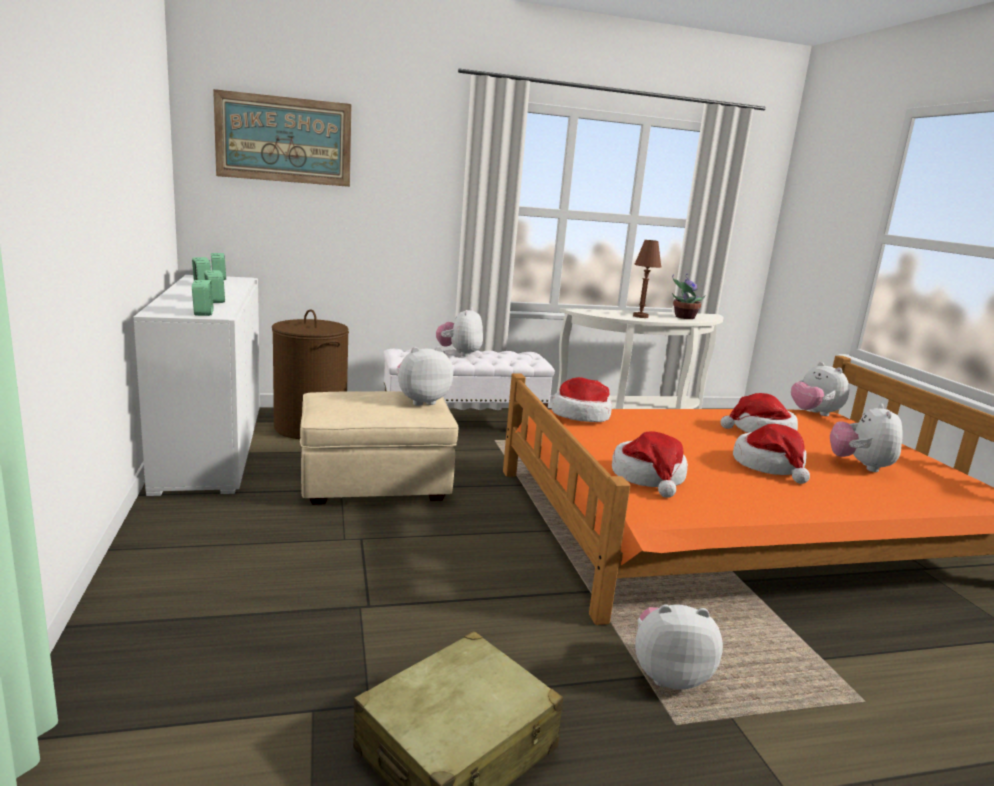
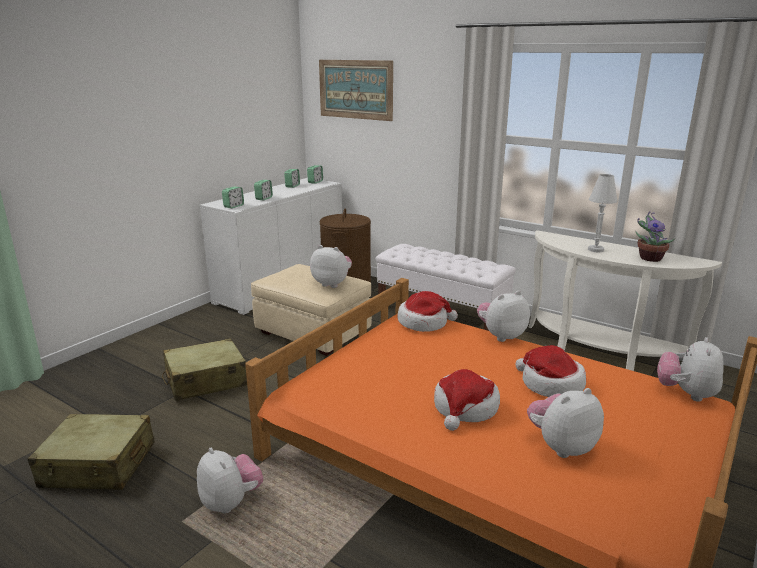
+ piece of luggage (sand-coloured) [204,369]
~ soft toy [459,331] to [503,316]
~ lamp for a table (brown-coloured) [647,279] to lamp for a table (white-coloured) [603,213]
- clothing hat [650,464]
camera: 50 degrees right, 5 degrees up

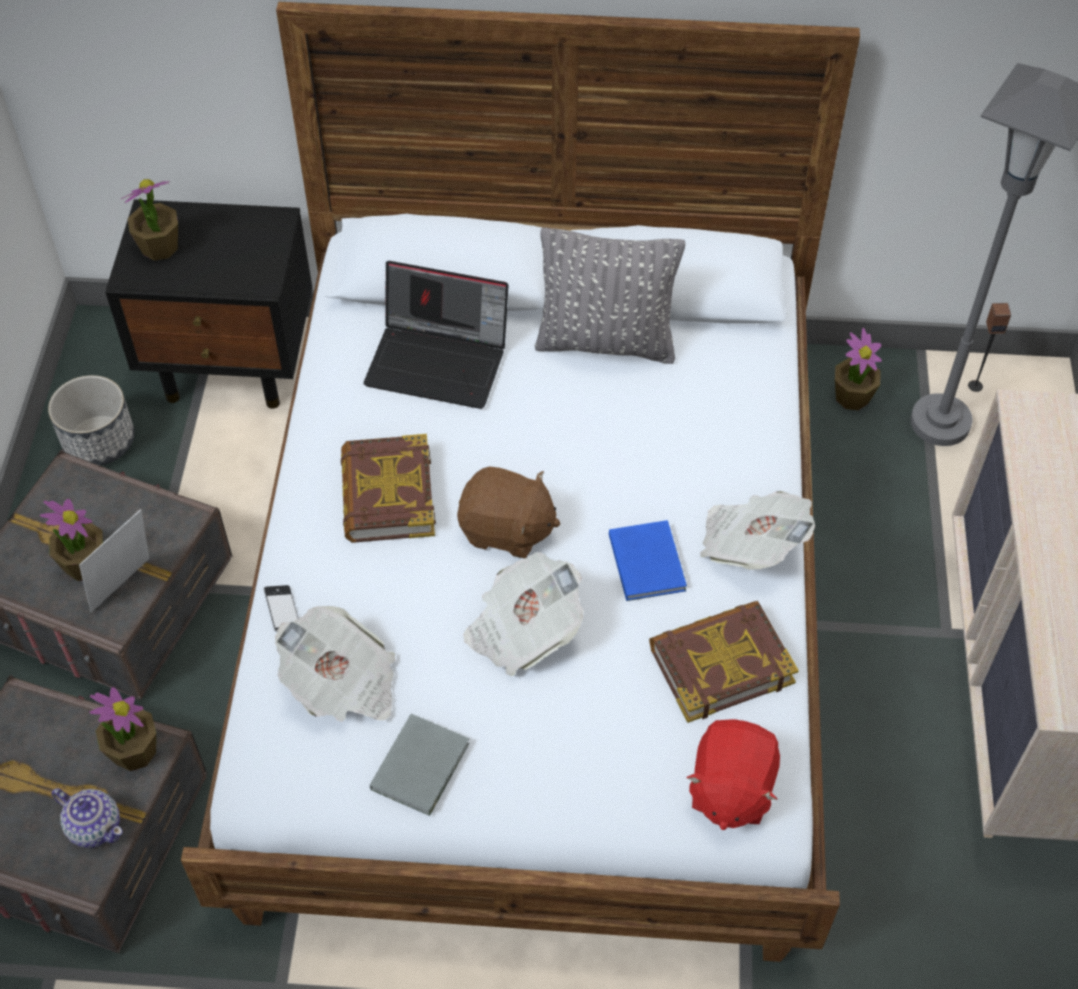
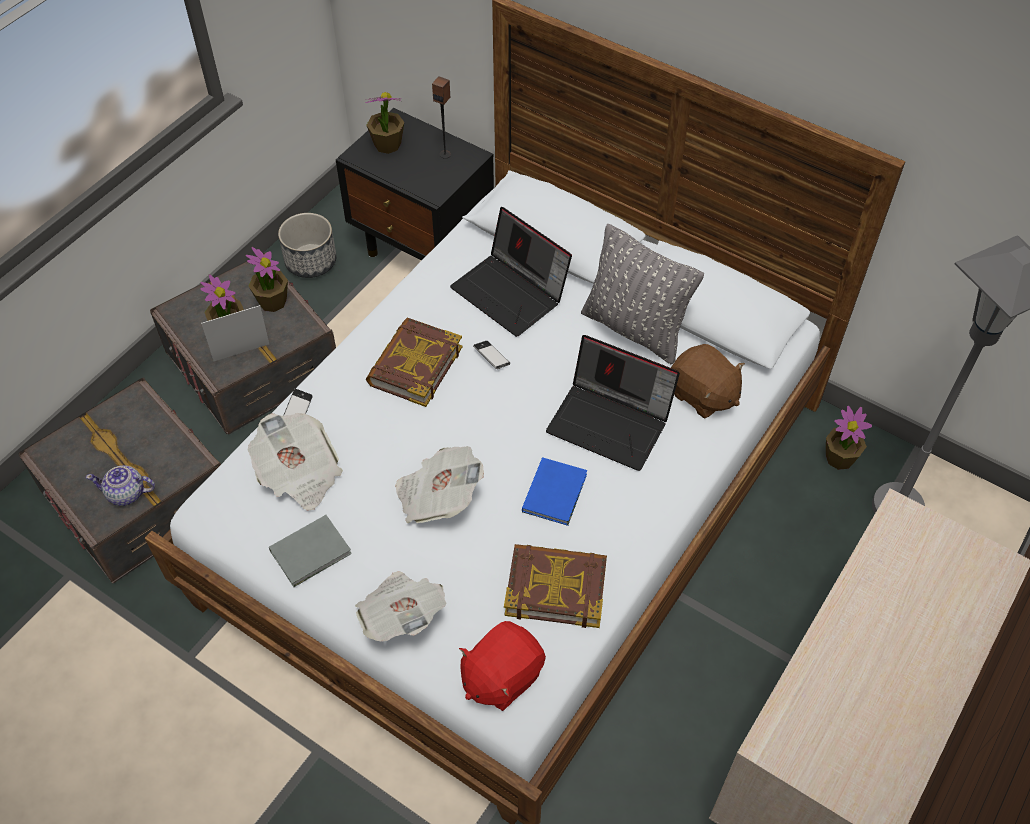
~ teapot [87,818] = [120,485] 120 degrees clockwise
~ plant in a pot [122,729] to [267,279]
~ daily paper [757,530] to [401,606]
~ audio speaker [989,347] to [441,117]
+ phone [491,355]
+ notebook computer [613,403]
~ soft toy (brown-coloured) [508,512] to [708,381]
camera: 30 degrees right, 0 degrees up

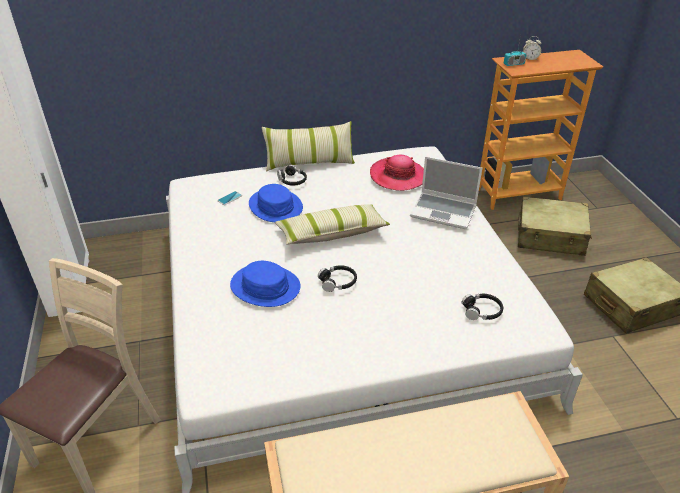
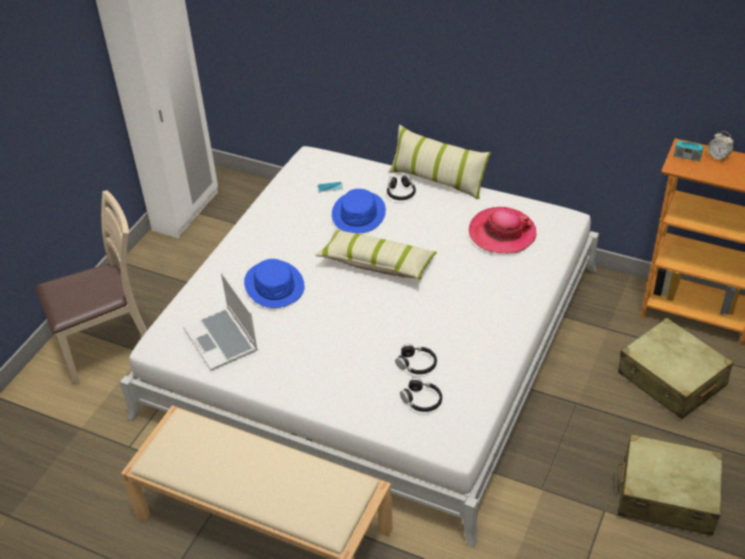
~ notebook computer [446,193] to [220,321]
~ pair of headphones (black-coloured) [337,278] to [416,359]
camera: 40 degrees right, 5 degrees up

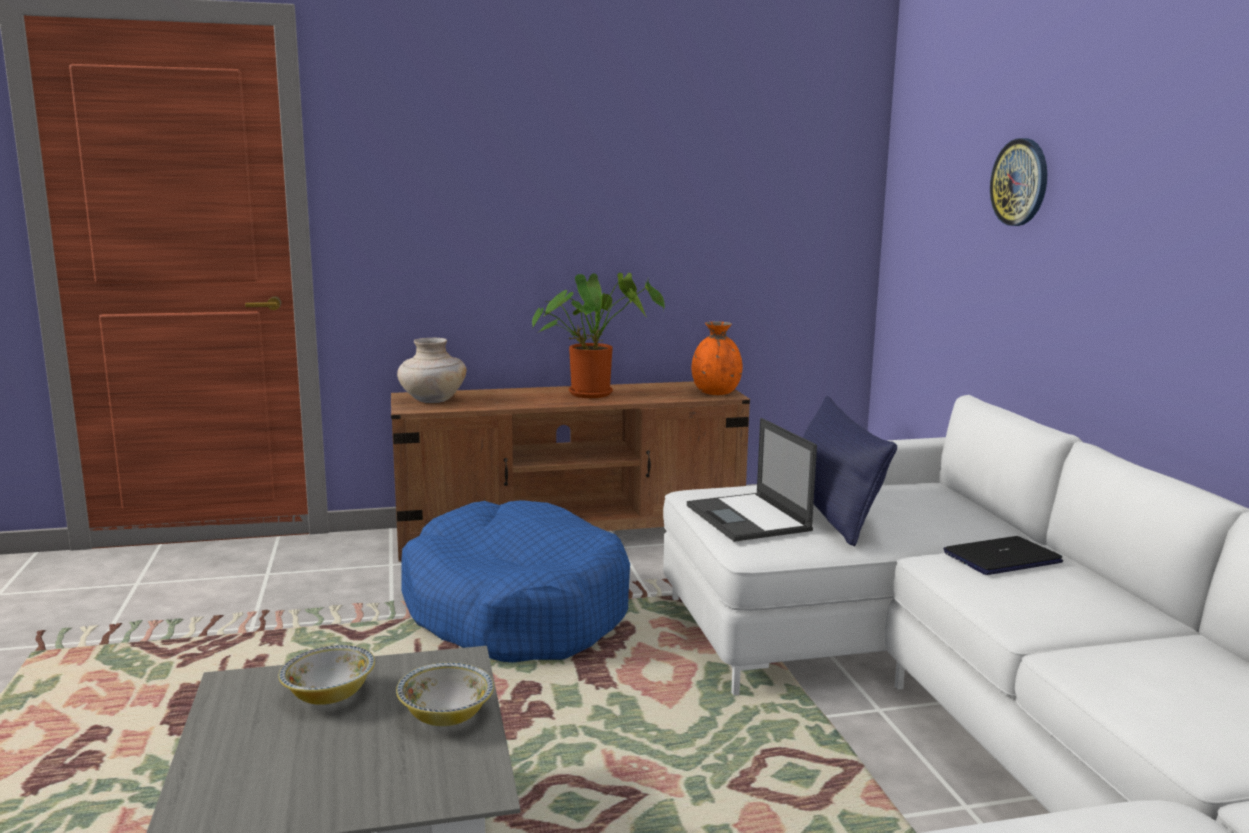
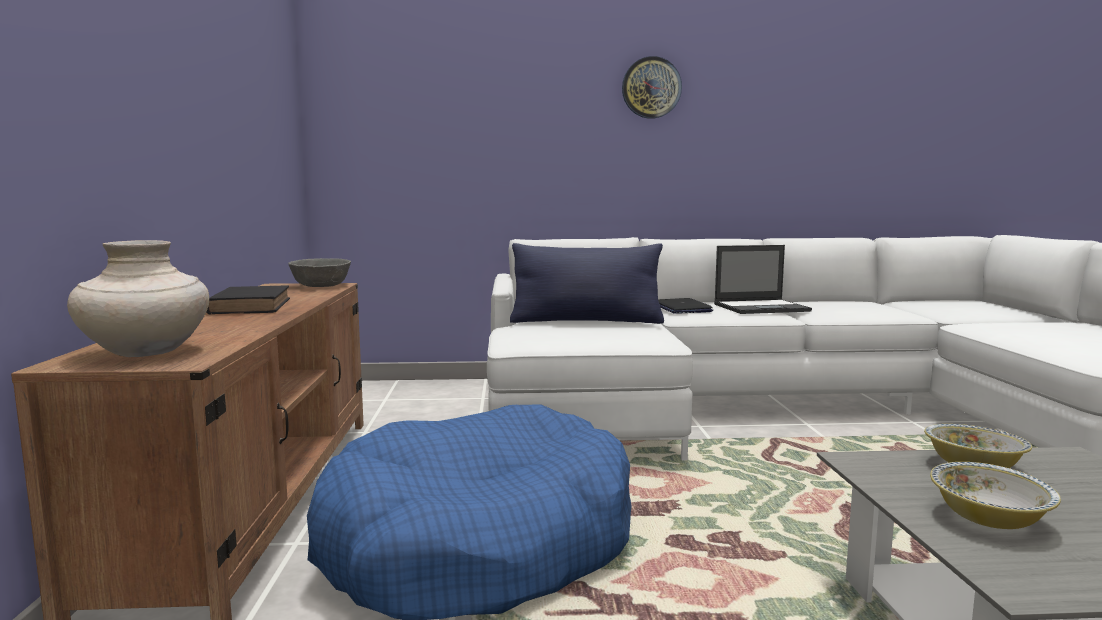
~ plant in a pot [598,335] to bound book (black-coloured) [248,300]
~ vase (orangey) [717,358] to deep dish (greyish) [319,272]
~ hanging clock [1018,182] to [652,87]
~ notebook computer [752,480] to [763,279]
camera: 80 degrees left, 5 degrees down

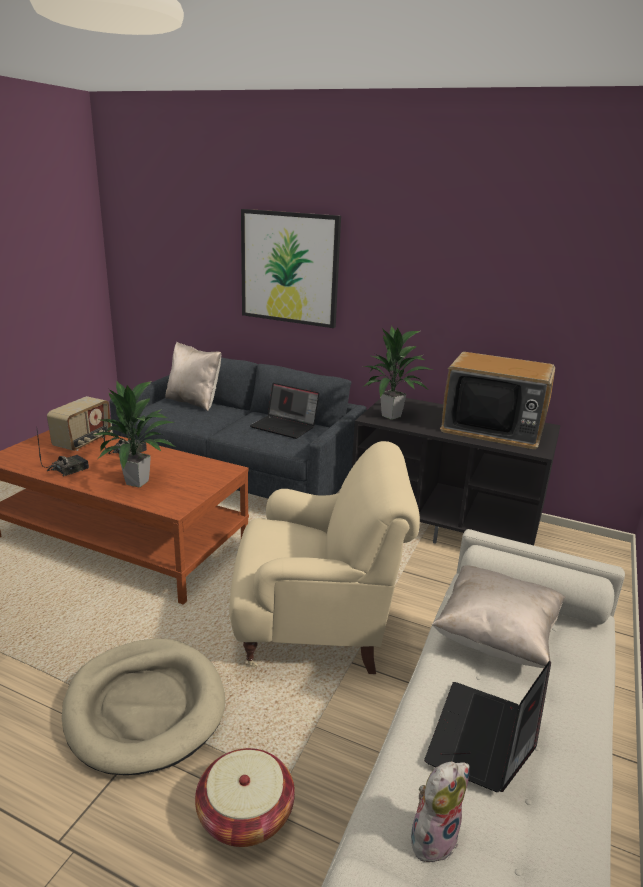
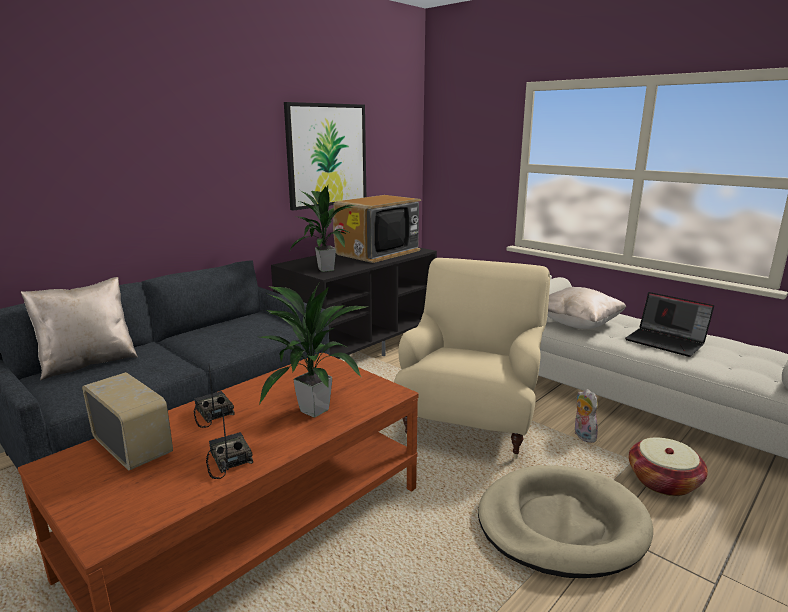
~ picture [291,268] to [325,156]
~ soft toy [440,811] to [586,416]
- notebook computer [284,411]
camera: 70 degrees left, 5 degrees down

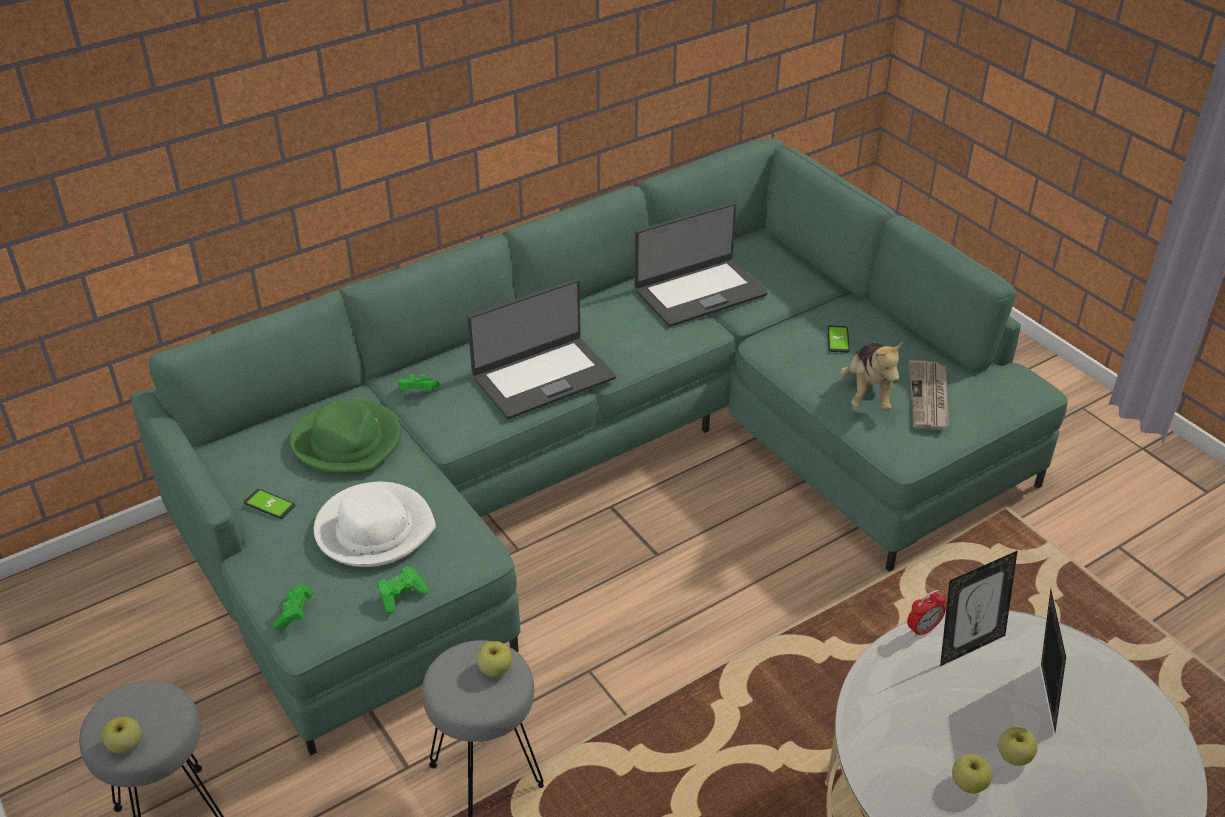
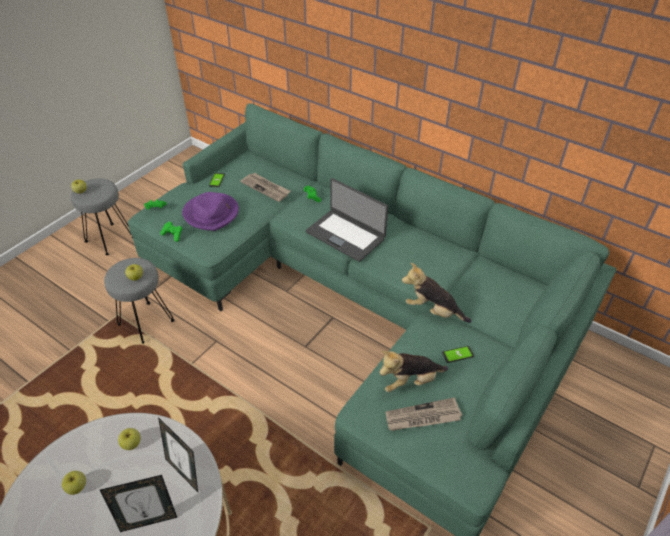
~ apple [1018,746] to [129,439]
~ clothing hat (white-coloured) [375,524] to clothing hat (purple-coloured) [210,211]
~ clothing hat (green-coloured) [345,436] to daily paper [265,187]
+ soft toy [436,293]
- notebook computer [700,264]
- alarm clock [926,614]
camera: 70 degrees right, 5 degrees up

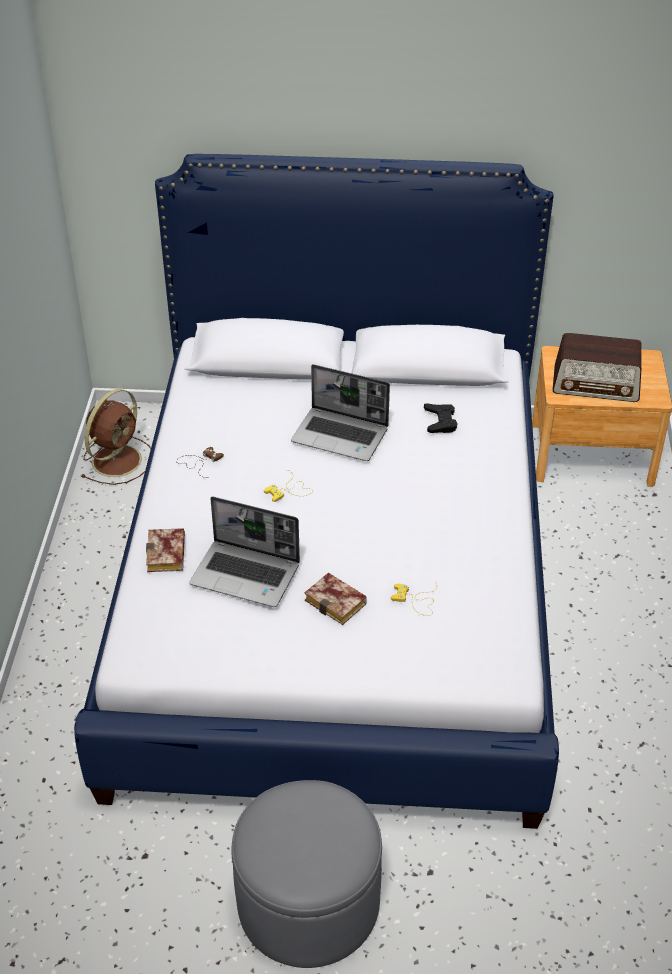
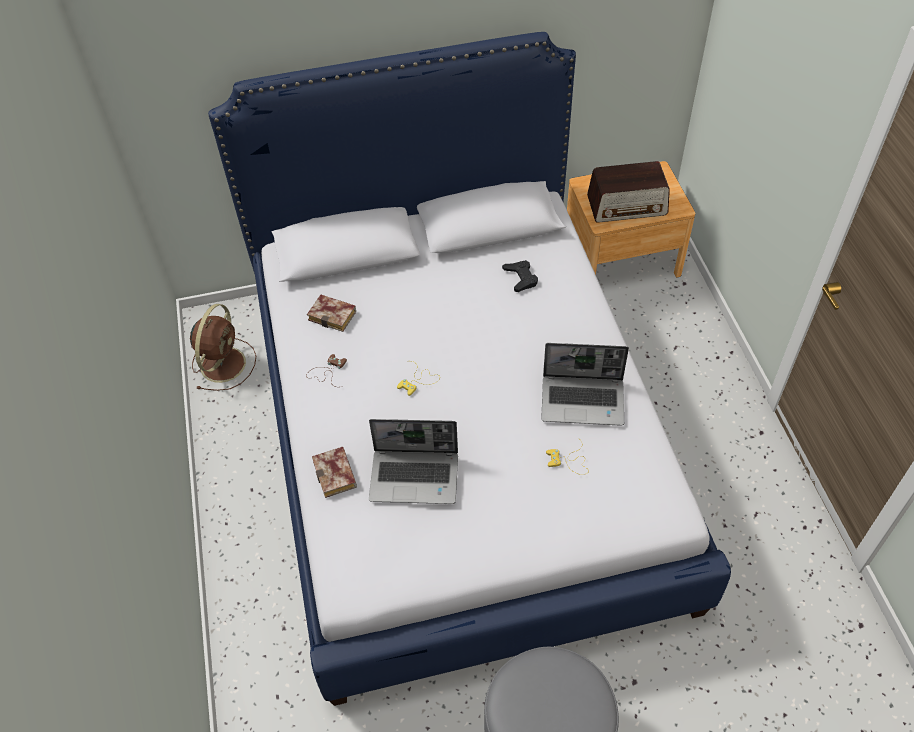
~ bound book [335,599] to [331,313]
~ notebook computer [340,412] to [585,384]
camera: 15 degrees left, 10 degrees up

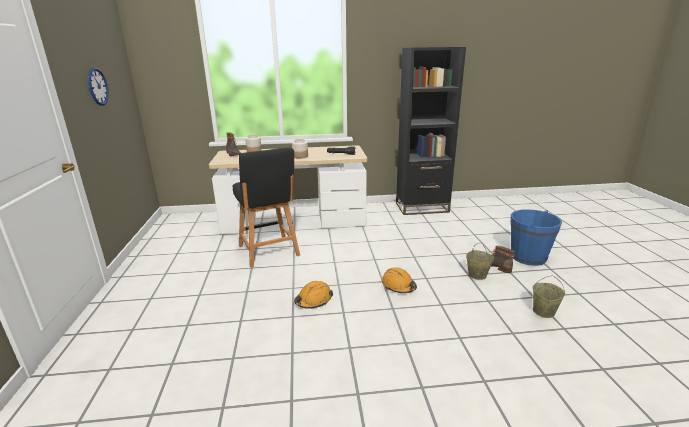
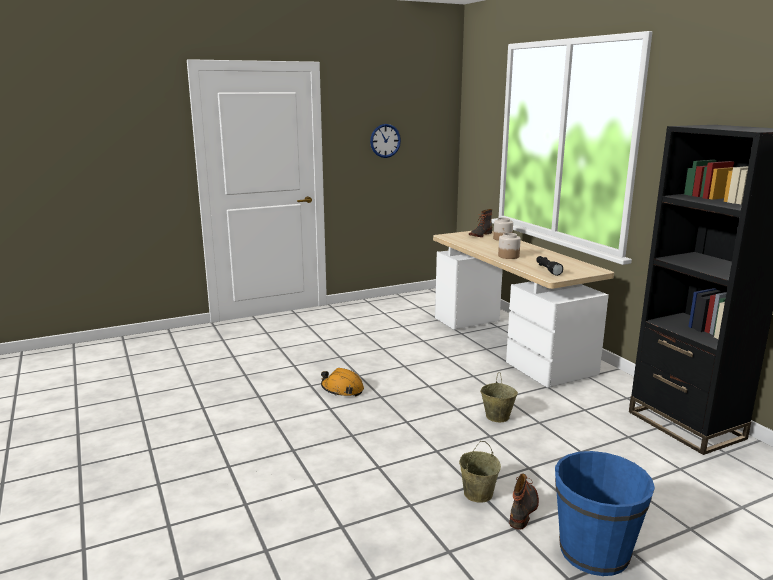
~ water bucket (sand-coloured) [549,296] to [499,397]
- stool seat (black-coloured) [266,207]
- hard hat (orangey) [399,280]
camera: 70 degrees right, 5 degrees down

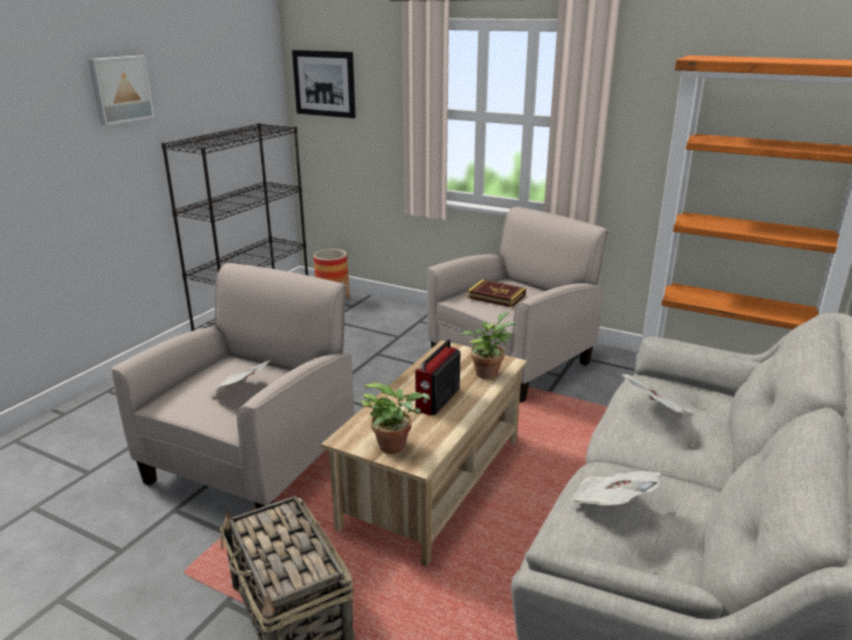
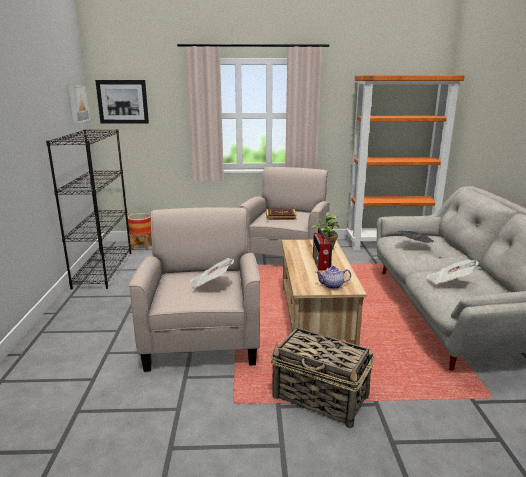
~ picture [121,90] to [79,104]
~ plant in a pot [395,418] to teapot [333,277]
camera: 30 degrees left, 5 degrees down

